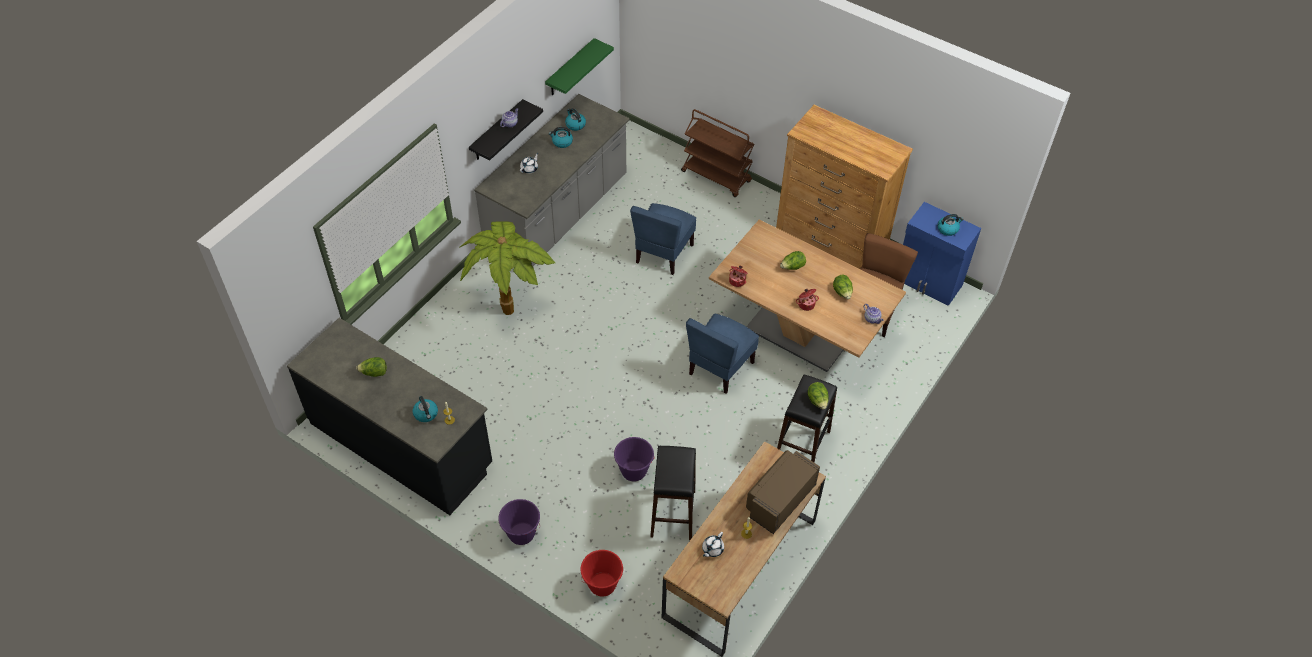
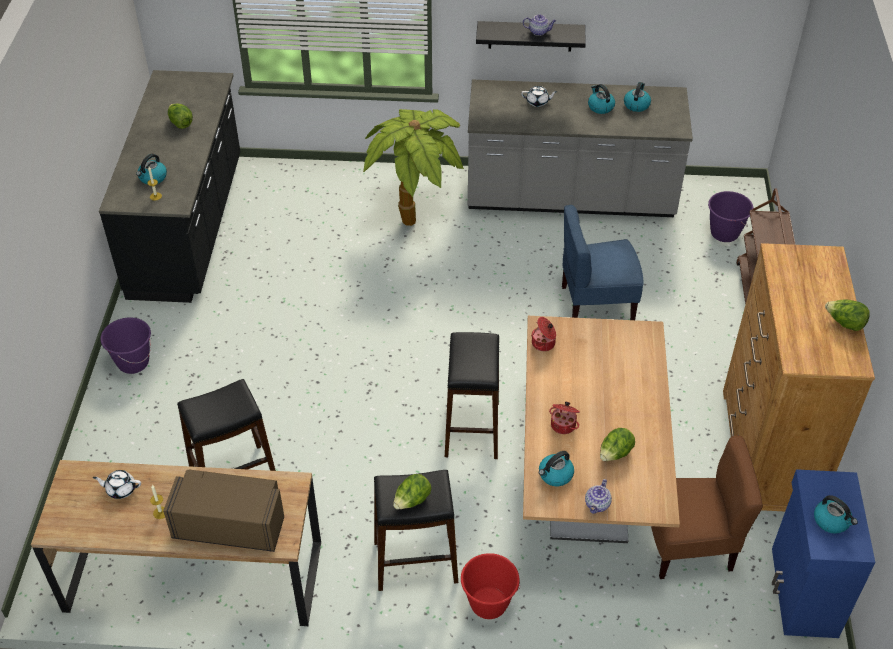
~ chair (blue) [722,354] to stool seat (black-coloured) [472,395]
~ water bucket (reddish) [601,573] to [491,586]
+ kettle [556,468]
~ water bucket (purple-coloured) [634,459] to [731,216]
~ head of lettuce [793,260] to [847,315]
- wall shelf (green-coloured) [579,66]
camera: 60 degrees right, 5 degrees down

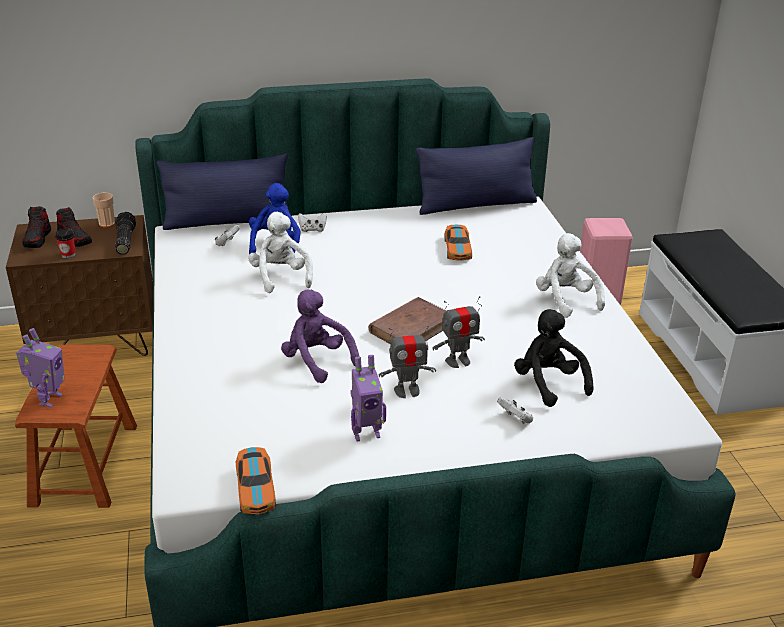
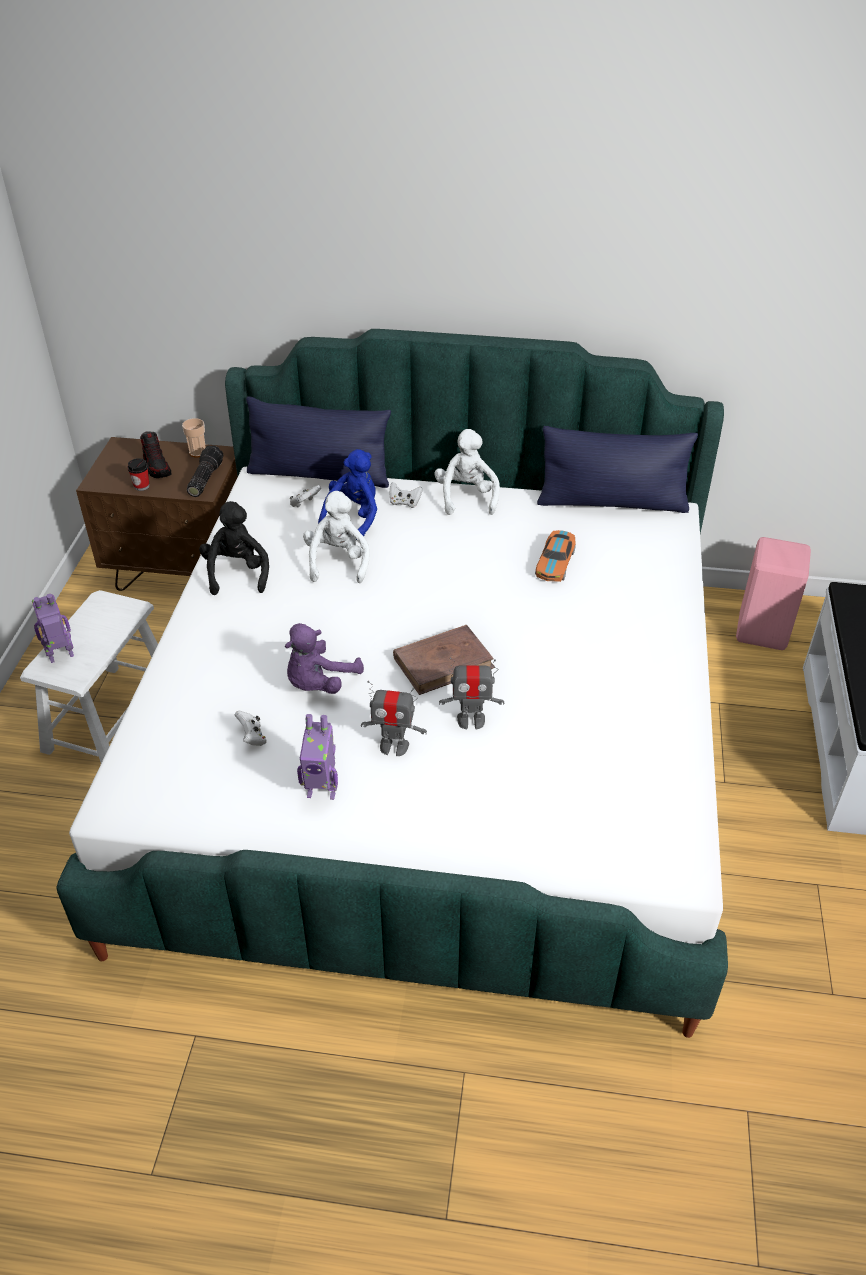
~ stool seat (brown-coloured) [76,426] to stool seat (white-coloured) [89,676]
~ robot figure [40,367] = [53,628] 150 degrees counterclockwise
~ soft toy (black-coloured) [554,358] to [234,548]
~ joypad (white-coloured) [515,411] to [251,728]
~ soft toy (purple-coloured) [320,336] = [324,658] 120 degrees counterclockwise
~ soft toy (white-coloured) [570,275] to [467,472]
- item of footwear [36,227]
- toy car [256,480]
camera: 20 degrees right, 10 degrees up

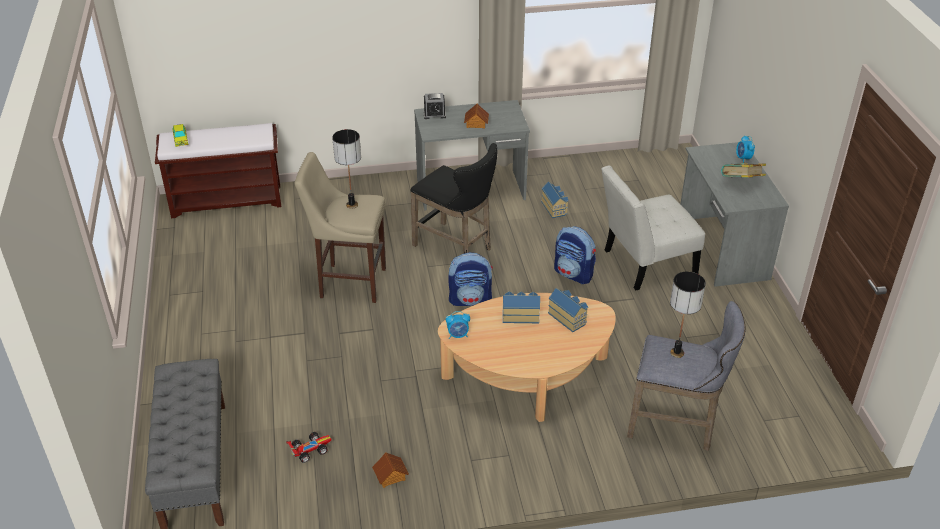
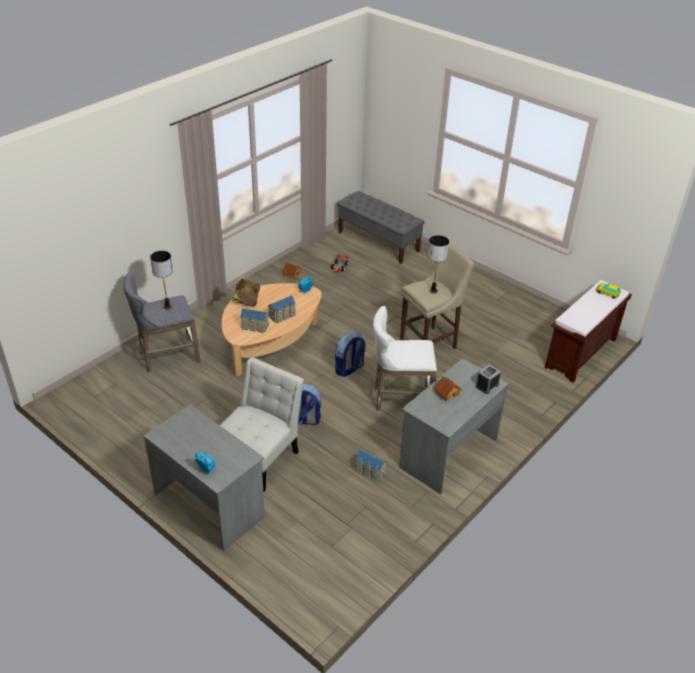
~ bound book [743,170] to [246,291]
~ stool seat (black-coloured) [453,198] to stool seat (white-coloured) [405,358]
camera: 140 degrees right, 0 degrees up

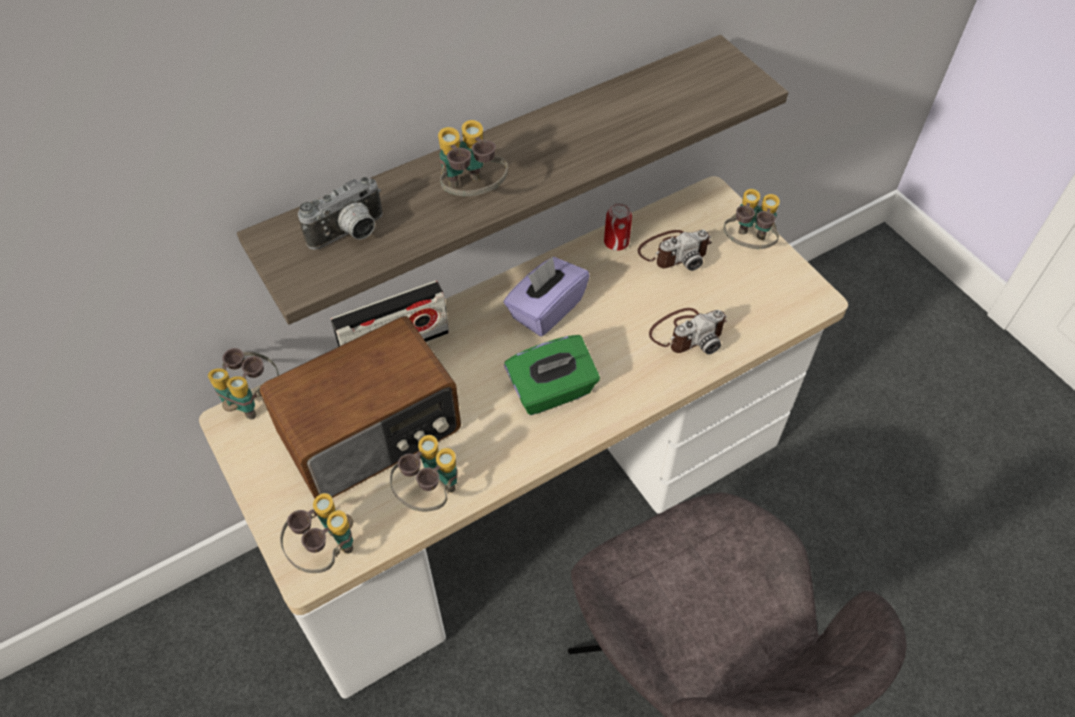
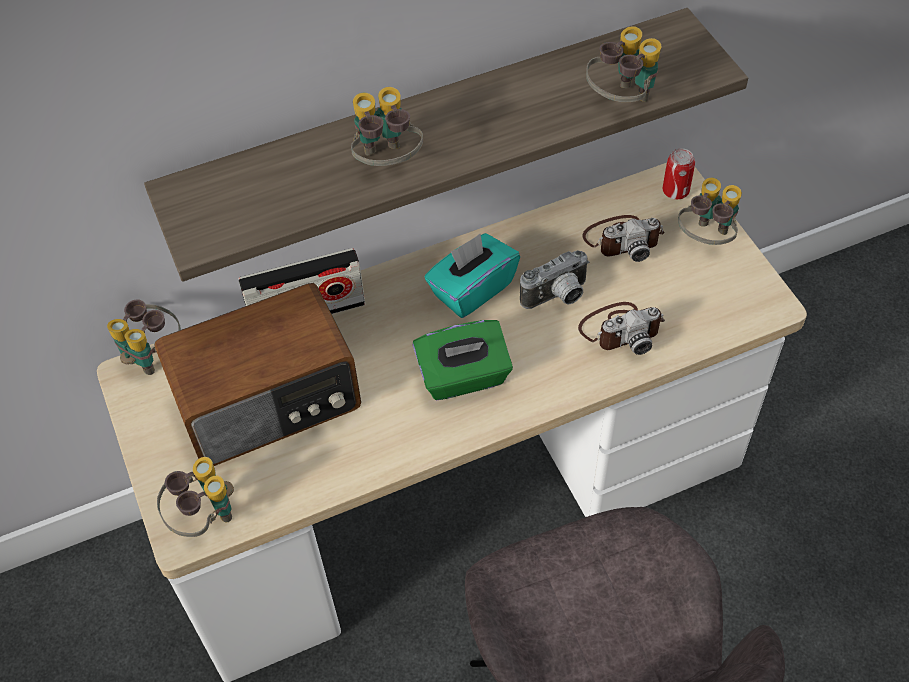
~ tissue box (purple-coloured) [547,296] to tissue box (turquoise-coloured) [472,275]
~ still camera [340,213] to [554,279]
~ field glasses [423,473] to [623,64]
~ sealed can [618,227] to [678,173]
camera: 10 degrees right, 0 degrees up

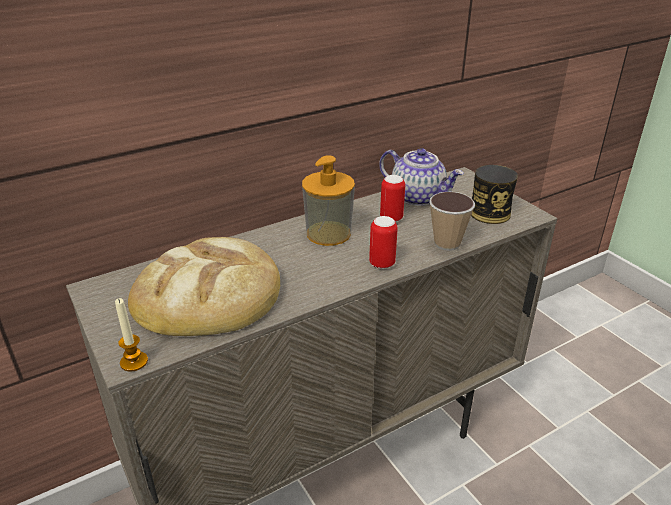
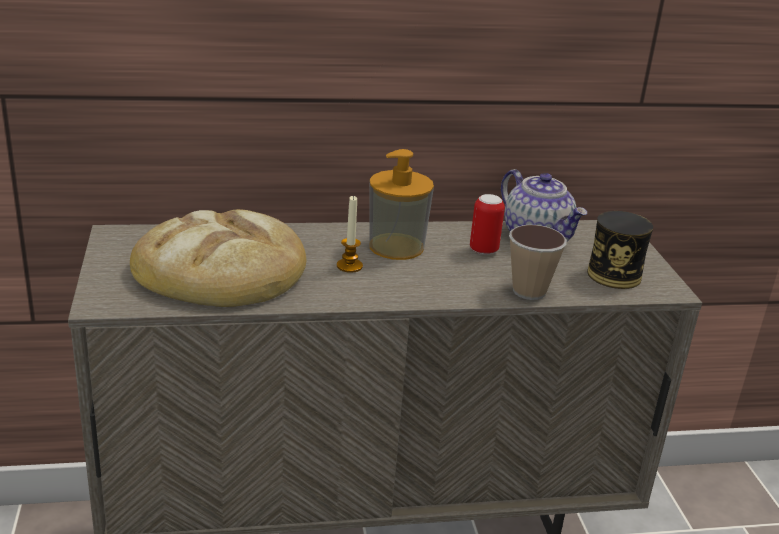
~ wax light [131,335] to [350,234]
- sealed can [383,242]
camera: 20 degrees right, 5 degrees down

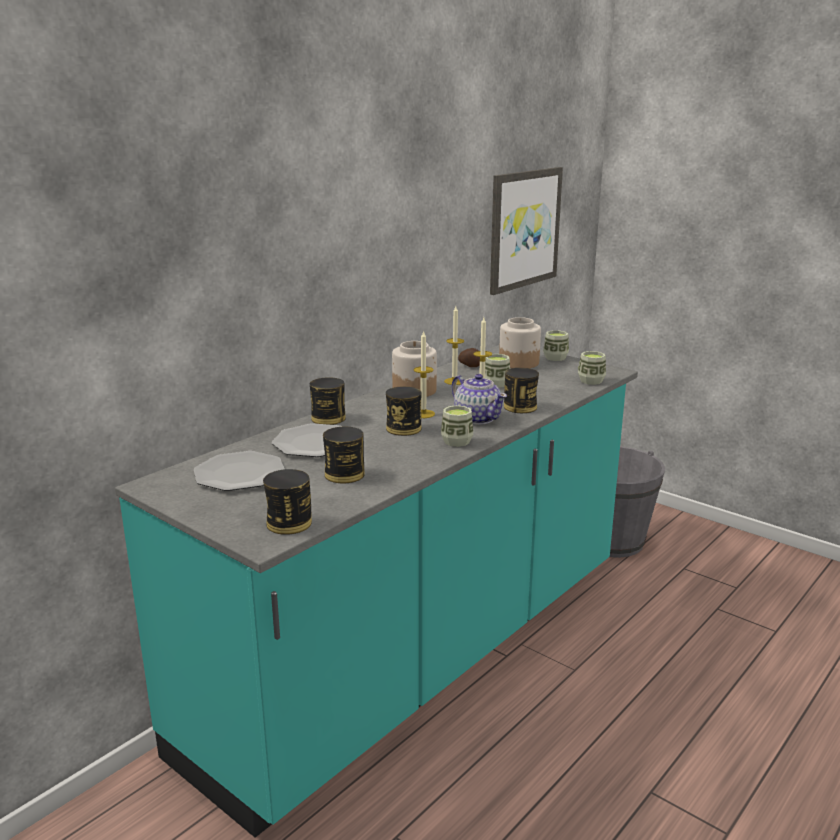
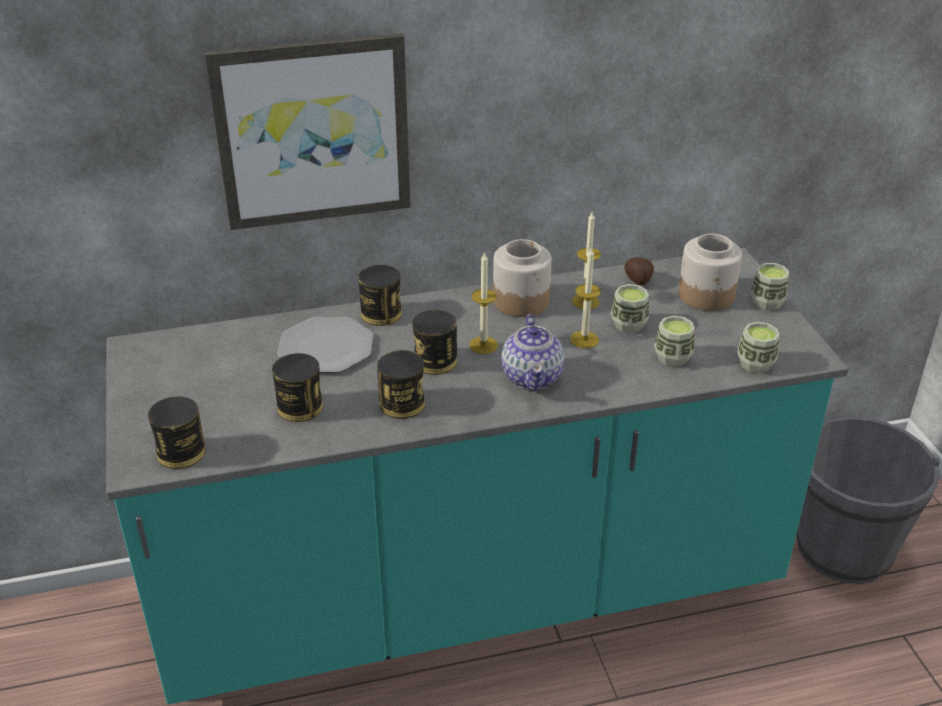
~ picture [526,231] to [307,131]
~ sealed can [521,390] to [401,384]
~ drinking cup [457,426] to [674,341]
- flat dish [239,471]
camera: 35 degrees right, 15 degrees up

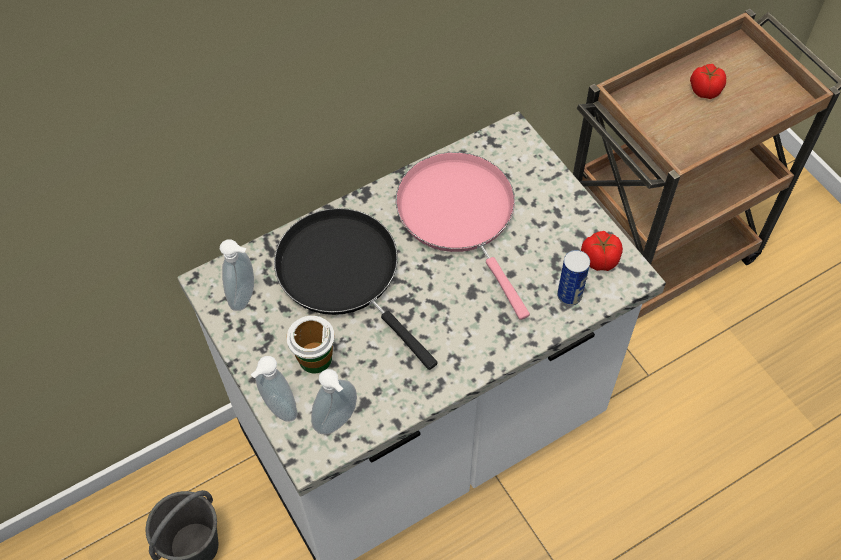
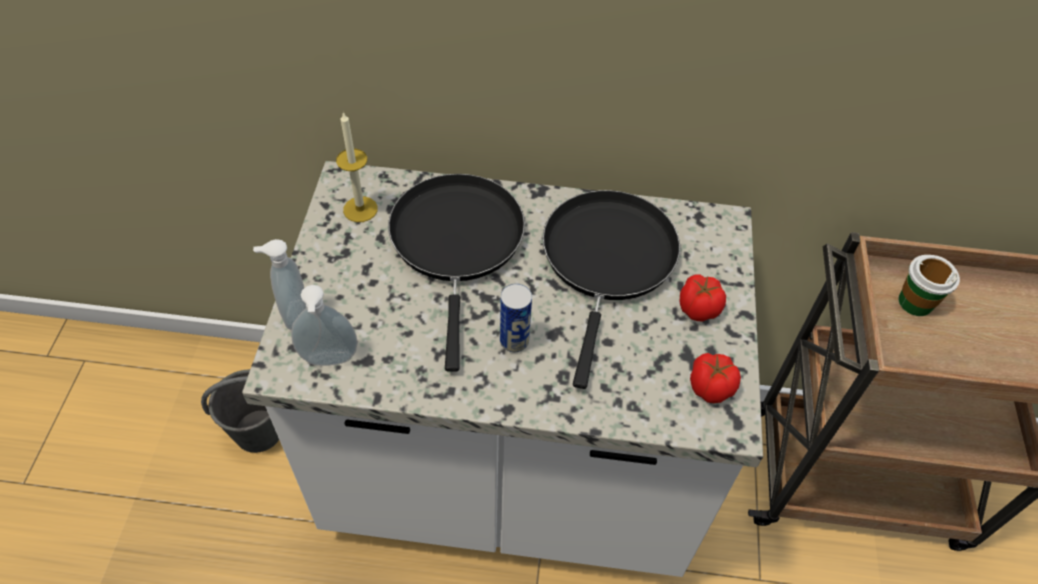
~ liquid soap bottle [237,275] to wax light [357,166]
~ sealed can [573,278] to [516,317]
~ pan (pinkish) [463,236] to pan (black-coloured) [611,289]
~ fresh tomato [708,81] to [703,298]
~ drinking cup [310,345] to [929,285]
camera: 35 degrees right, 5 degrees down

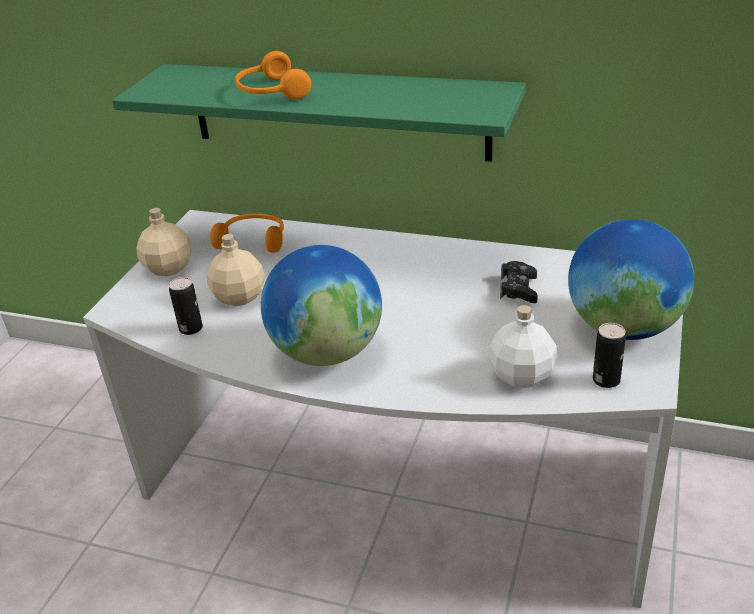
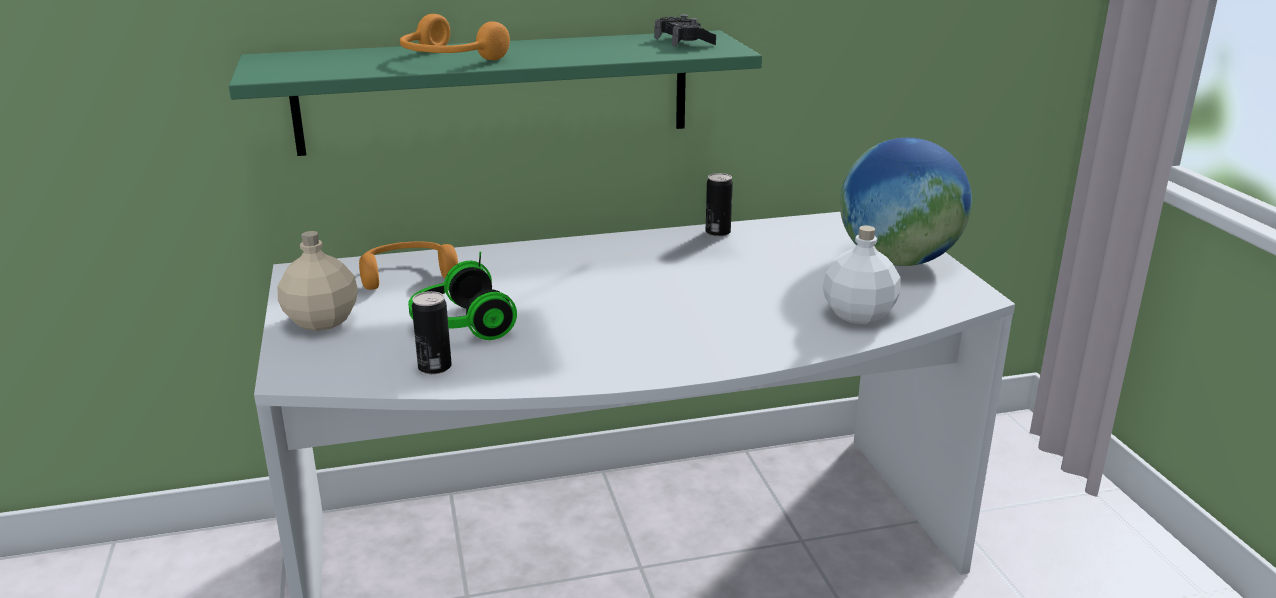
~ beverage bottle (sand-coloured) [235,270] to pair of headphones [462,296]
~ joypad (black-coloured) [519,282] to [685,30]
~ sealed can [609,355] to [719,205]
- globe [321,305]
camera: 35 degrees left, 10 degrees down

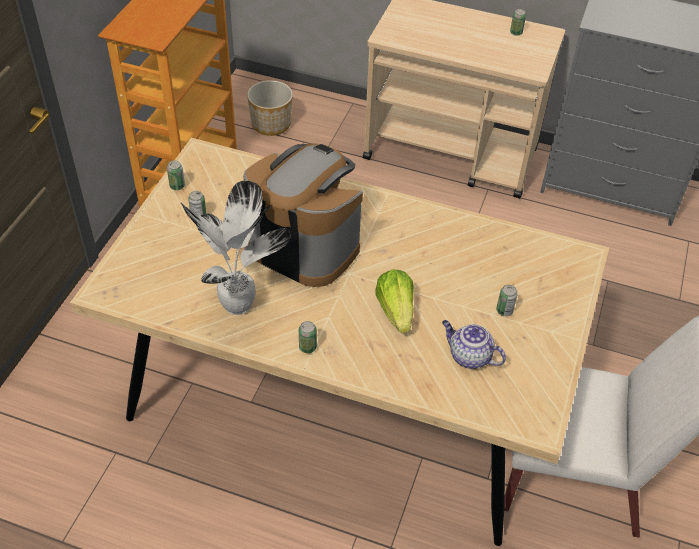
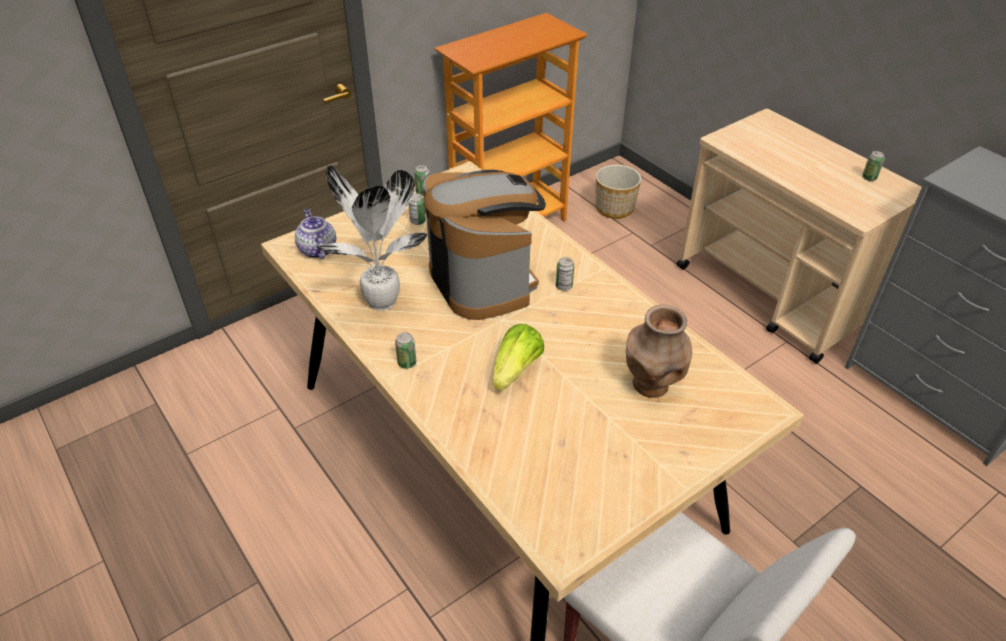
~ teapot [474,344] to [315,234]
~ sealed can [507,300] to [565,274]
+ vase (brown-coloured) [659,351]
camera: 35 degrees right, 5 degrees down

